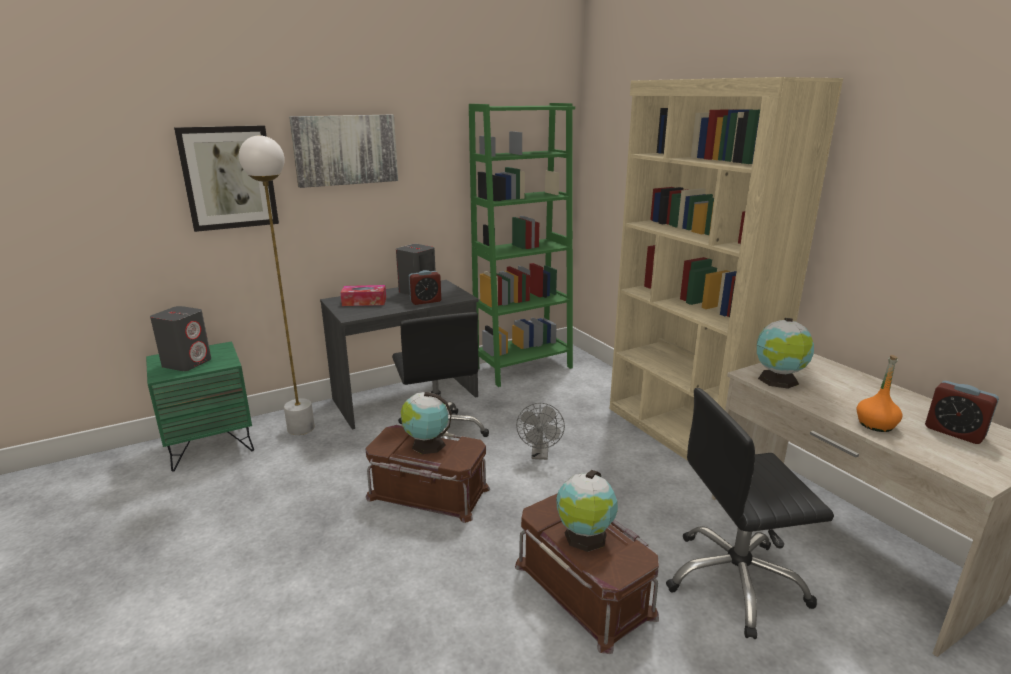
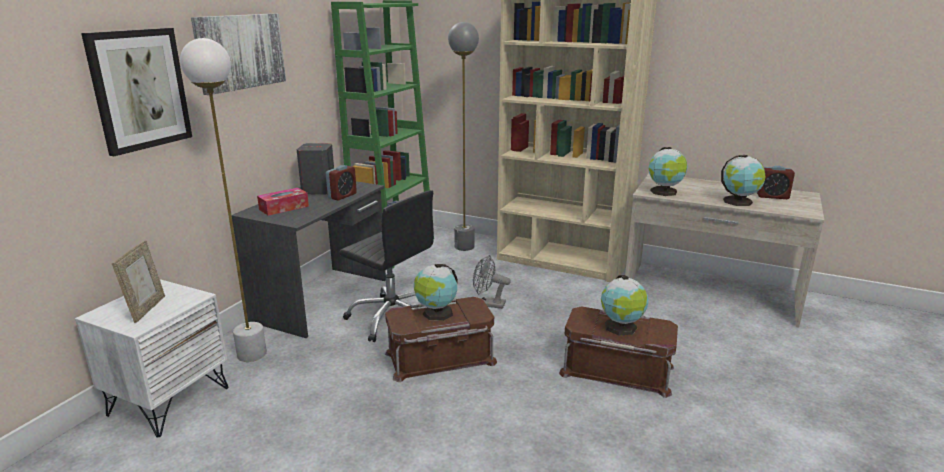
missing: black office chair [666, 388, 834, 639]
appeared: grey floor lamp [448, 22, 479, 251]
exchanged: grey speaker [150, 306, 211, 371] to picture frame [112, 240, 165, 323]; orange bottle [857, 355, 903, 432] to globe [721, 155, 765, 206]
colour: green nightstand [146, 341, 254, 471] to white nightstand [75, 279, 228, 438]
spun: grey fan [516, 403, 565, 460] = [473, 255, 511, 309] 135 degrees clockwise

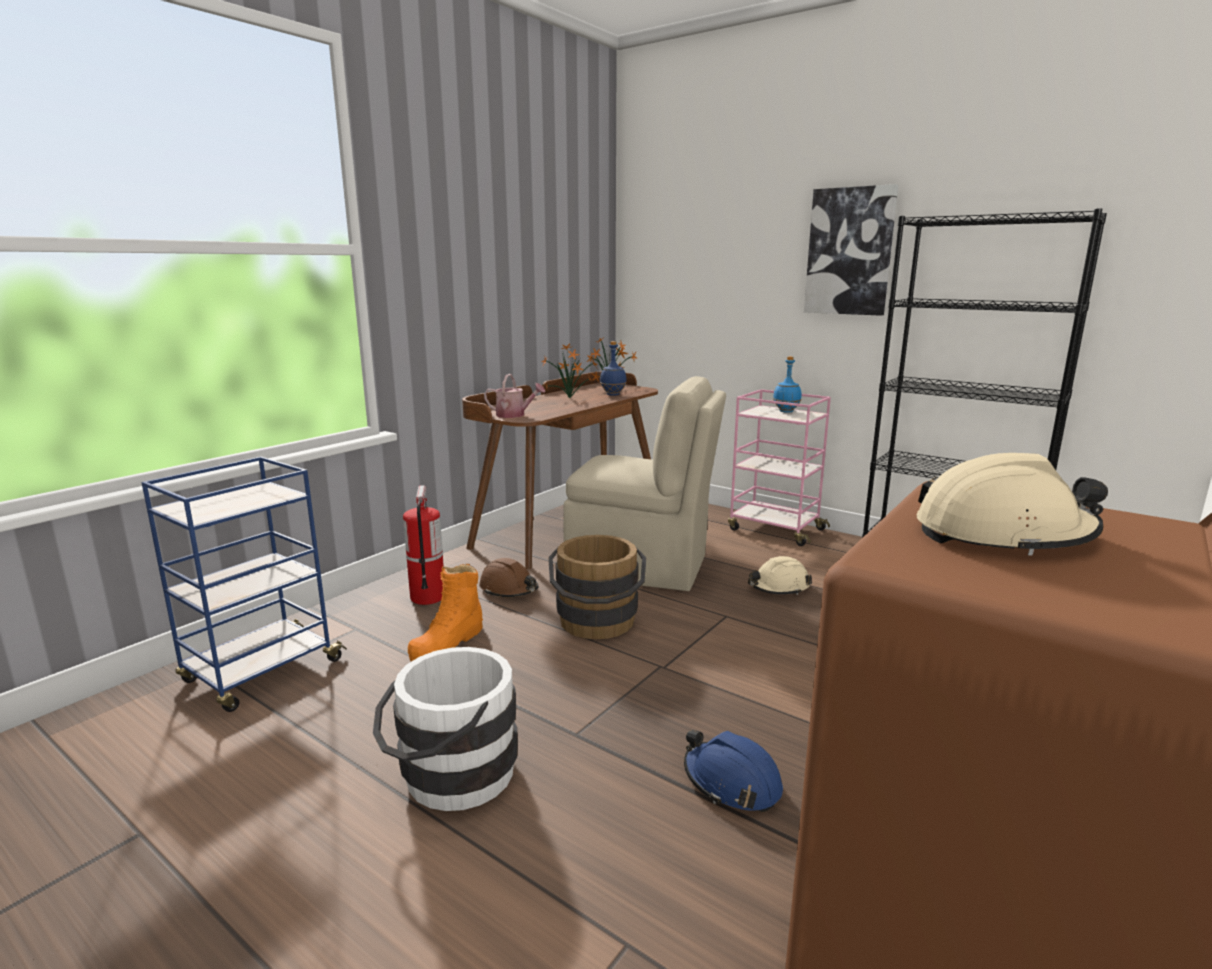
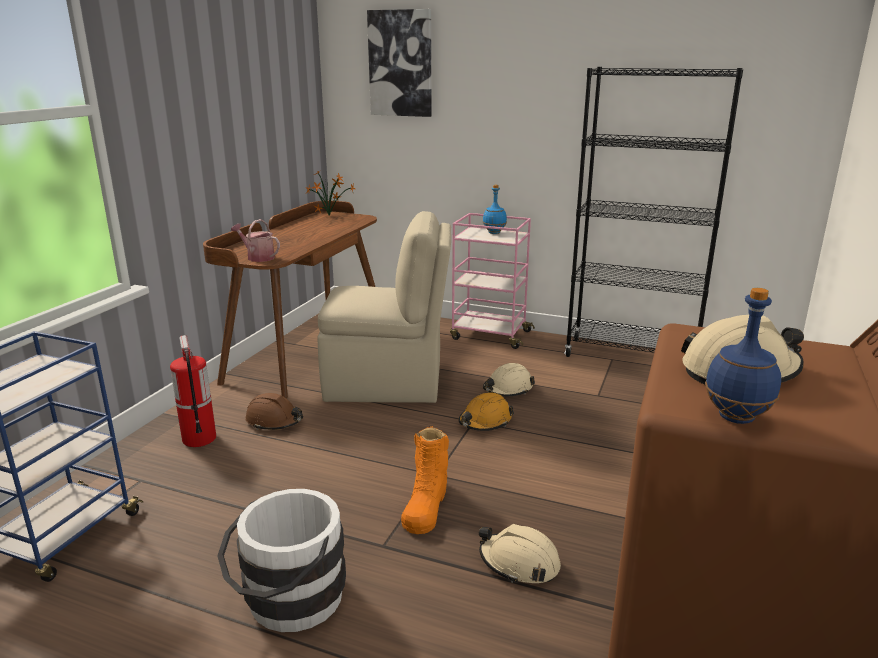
missing: potted plant [541, 344, 598, 398]; brown bucket [548, 535, 646, 639]
appeared: orange hard hat [458, 392, 514, 431]
relocated: orange boot [408, 564, 483, 662] to [401, 426, 449, 534]; blue bottle [600, 341, 627, 396] to [705, 288, 781, 424]; picture [804, 184, 898, 316] to [367, 9, 432, 117]
colour: blue hard hat [684, 730, 783, 812] to beige hard hat [479, 524, 561, 583]
spun: watering can [484, 374, 545, 418] = [231, 219, 280, 262] 150 degrees counterclockwise

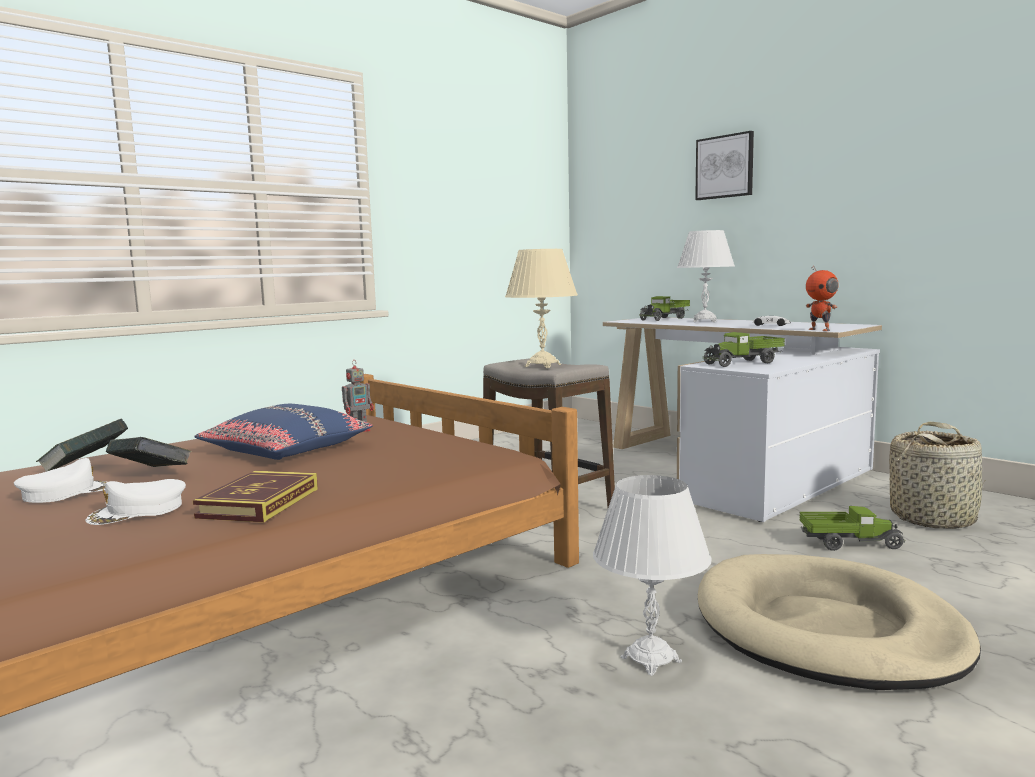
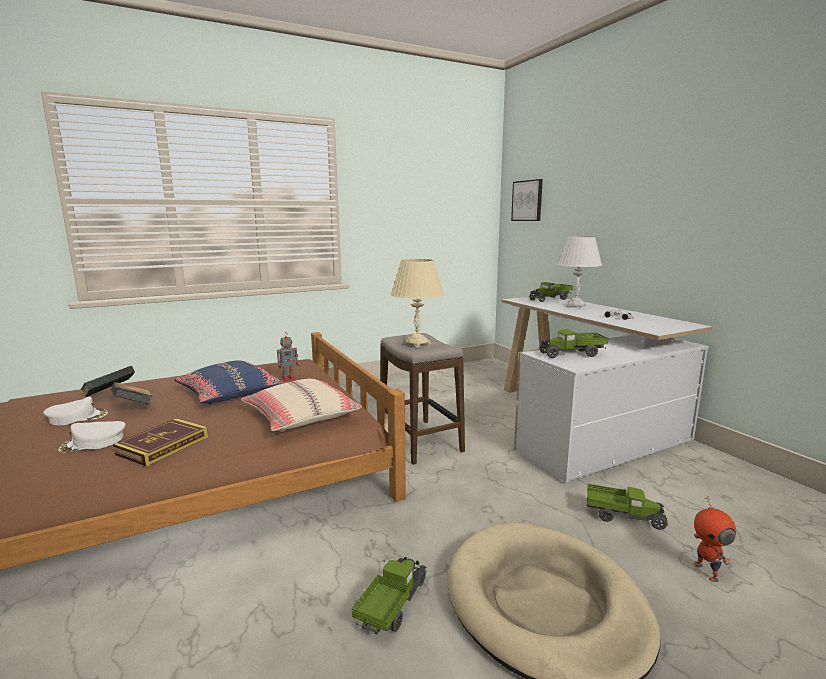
missing: basket [889, 422, 985, 529]
appeared: beige pillow [241, 379, 362, 432]
relocated: picture [695, 131, 754, 200] to [511, 179, 543, 221]; toy robot [806, 265, 839, 331] to [694, 496, 736, 582]
exchanged: white table lamp [593, 475, 712, 676] to toy truck [352, 557, 427, 635]

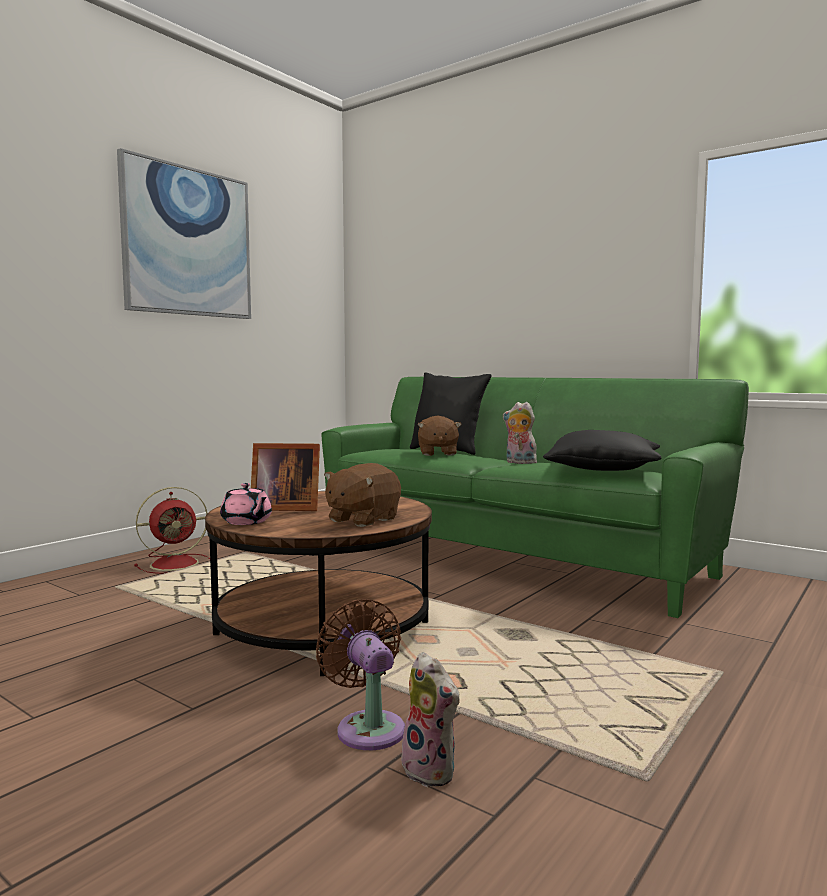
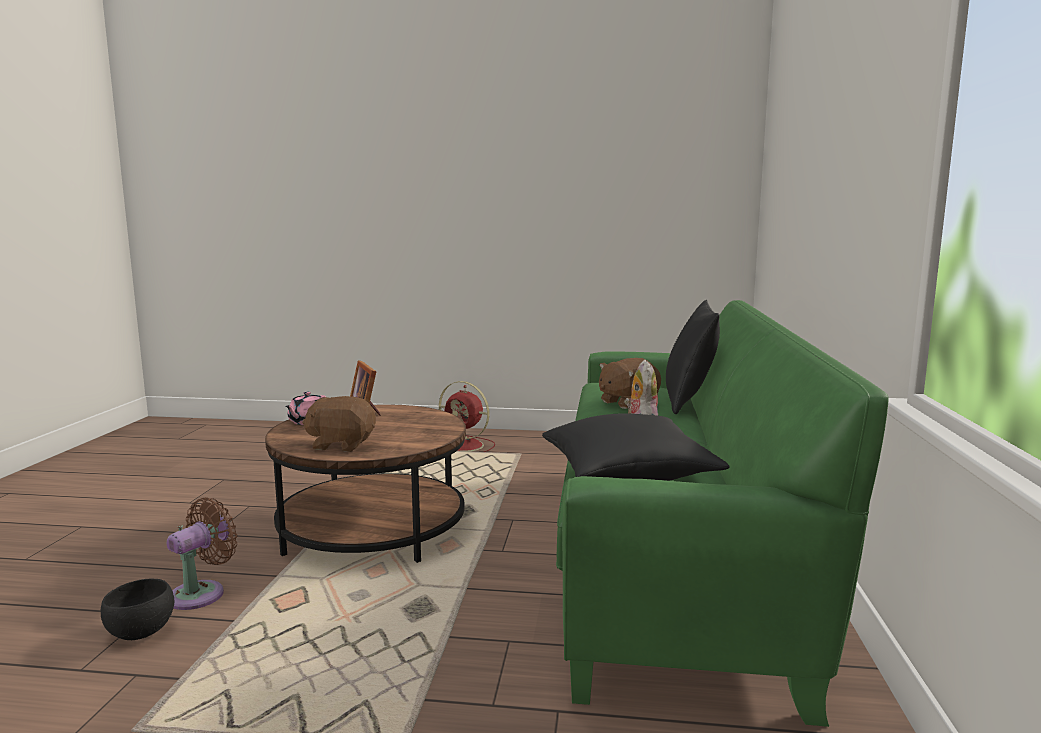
missing: picture [117, 148, 251, 319]
exchanged: plush toy [401, 652, 460, 787] to black bowl [101, 579, 174, 640]

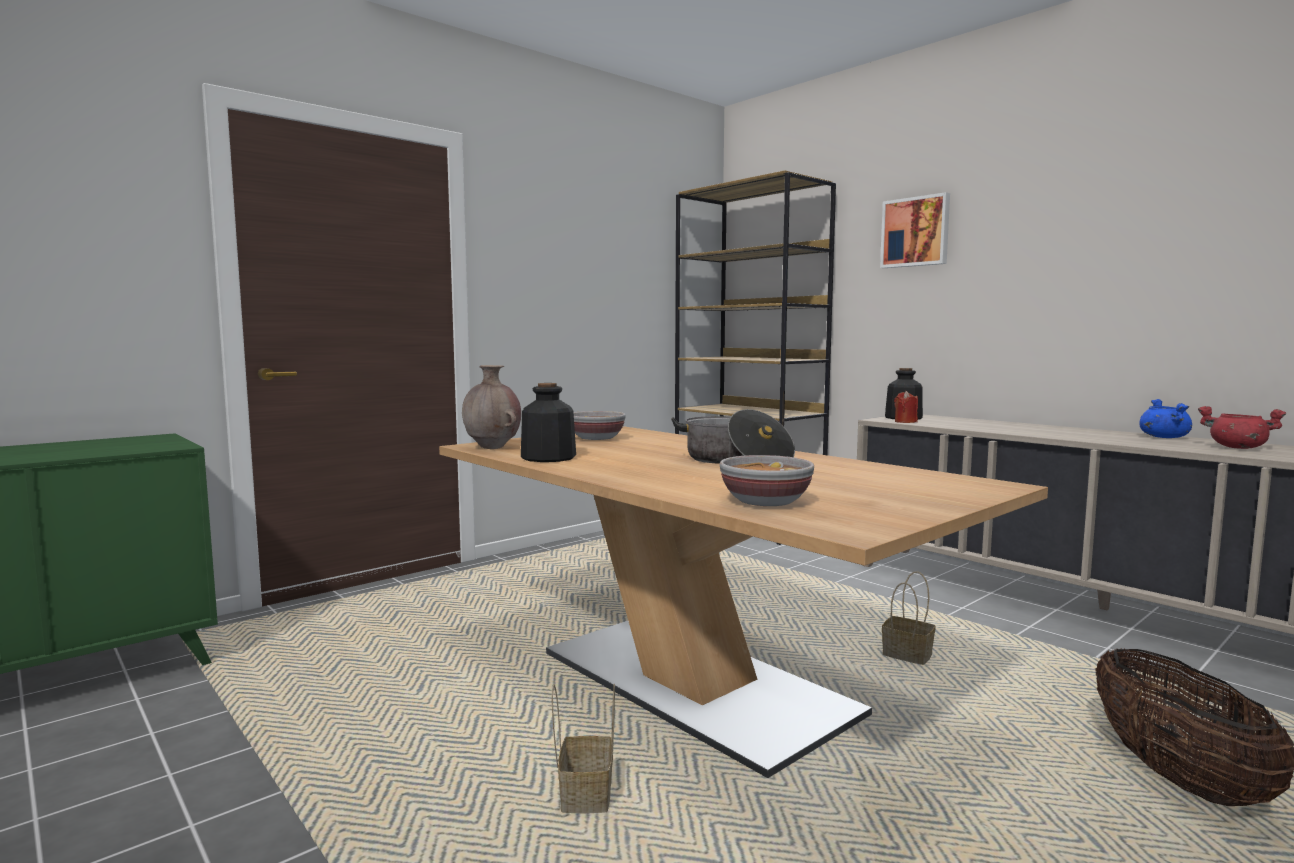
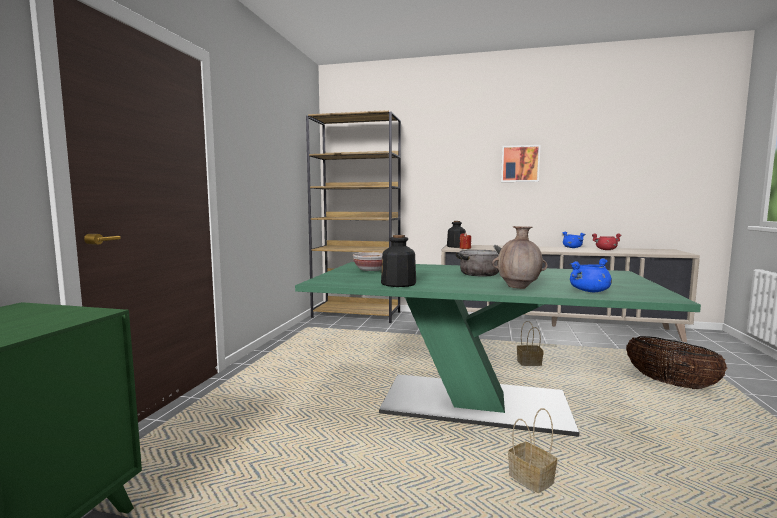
relocated: brown vase [462, 365, 521, 449] to [492, 226, 548, 289]; picture [880, 192, 950, 268] to [501, 145, 540, 182]
exchanged: bowl [720, 455, 814, 506] to blue cooking pot [570, 258, 612, 292]
colour: beige dining table [439, 427, 1048, 778] to green dining table [295, 262, 701, 437]

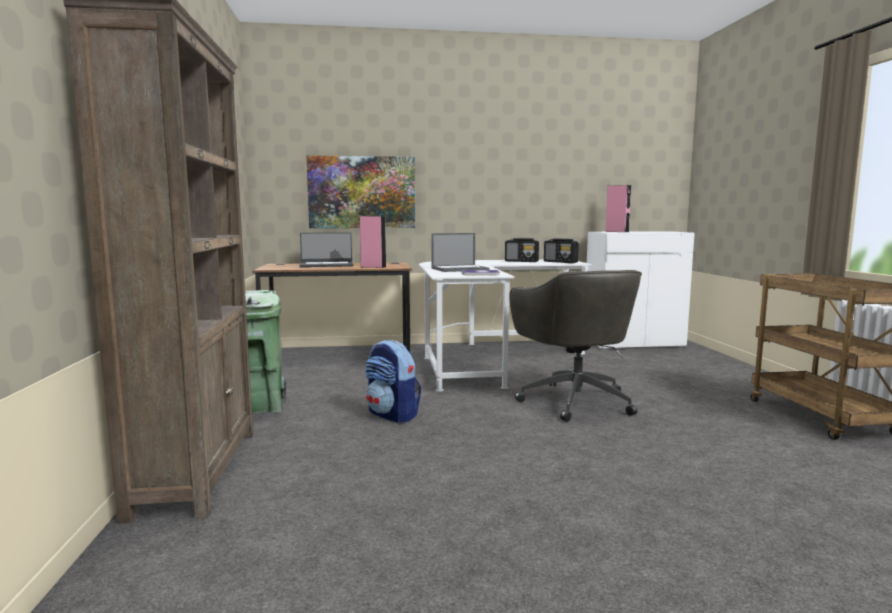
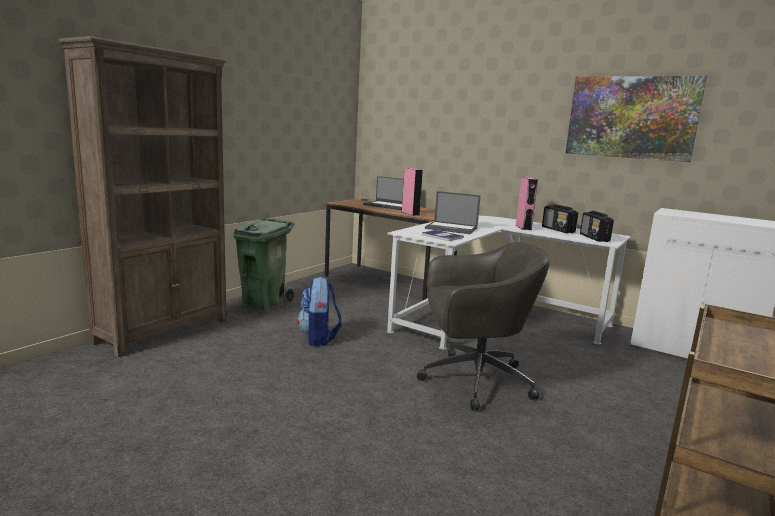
relocated: picture [306, 155, 415, 228] to [566, 76, 707, 162]; pink speaker [606, 185, 631, 232] to [516, 177, 538, 230]
spun: grey office chair [509, 270, 642, 421] = [417, 242, 550, 410] 120 degrees counterclockwise

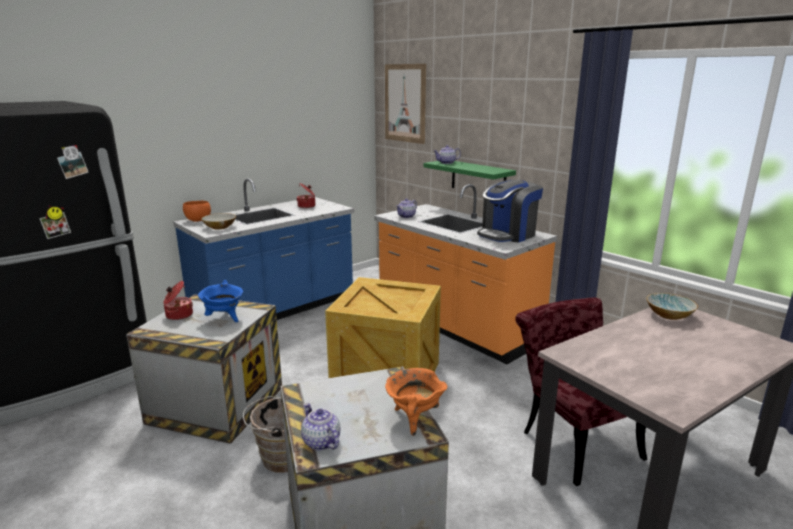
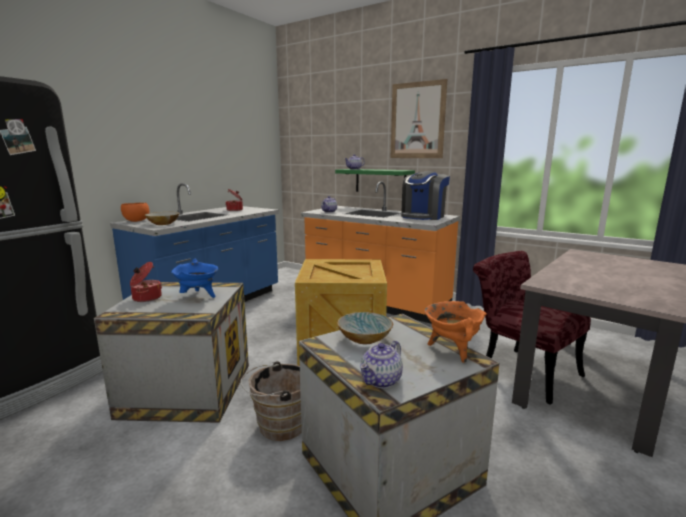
relocated: picture [385, 64, 426, 144] to [391, 79, 447, 158]; bowl [646, 293, 698, 320] to [337, 312, 393, 344]
spun: teapot [301, 403, 341, 451] = [360, 341, 403, 388] 90 degrees counterclockwise

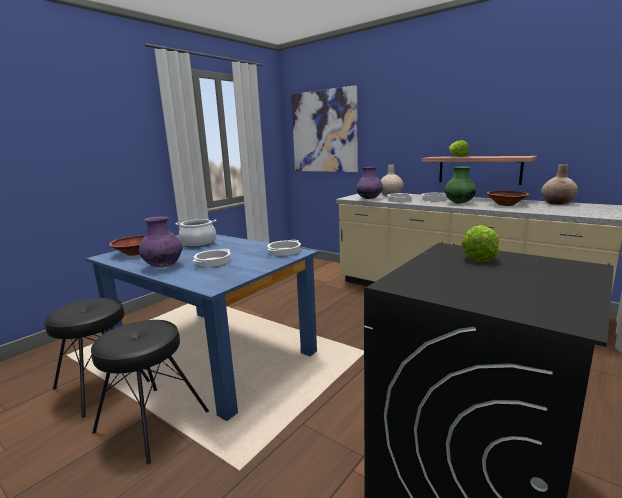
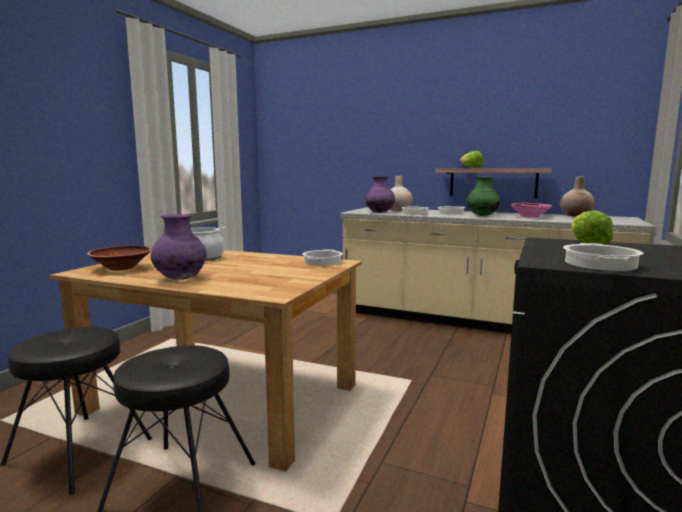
missing: picture [291, 85, 358, 172]
relocated: cooking pot [193, 249, 231, 267] to [563, 243, 644, 271]
colour: blue dining table [86, 234, 319, 421] to brown dining table [49, 250, 362, 472]; brown bowl [487, 190, 529, 206] to pink bowl [511, 203, 553, 218]

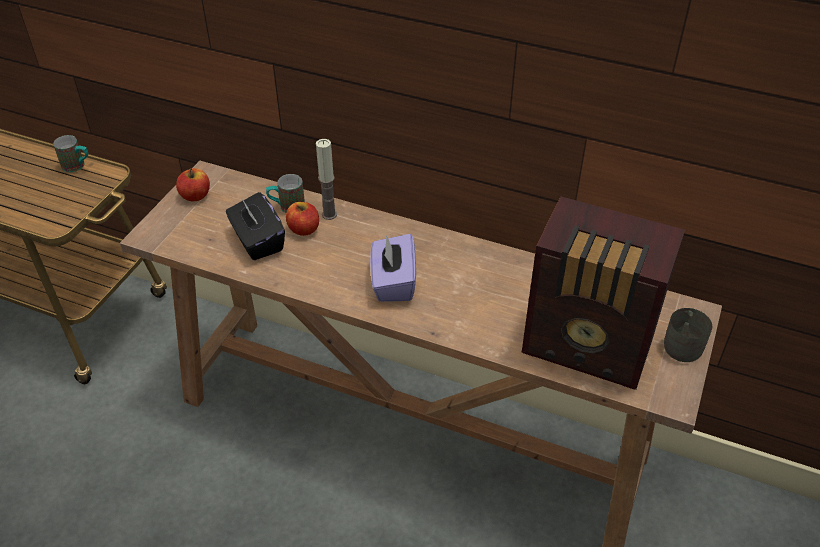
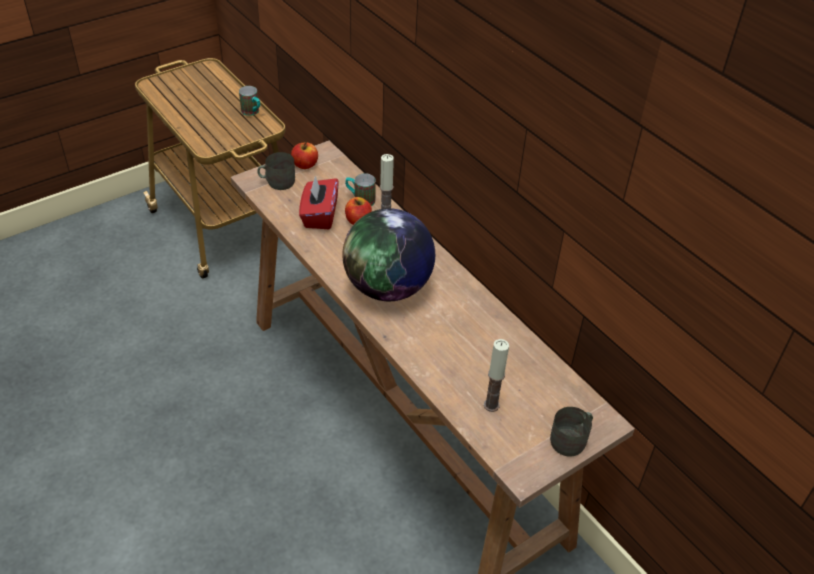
appeared: grey mug [257, 152, 295, 190]
exchanged: purple tissue box [370, 234, 416, 302] to globe [342, 208, 435, 301]; radio [522, 196, 685, 390] to candle [484, 339, 509, 412]
colour: black tissue box [226, 192, 285, 260] to red tissue box [299, 176, 339, 229]

